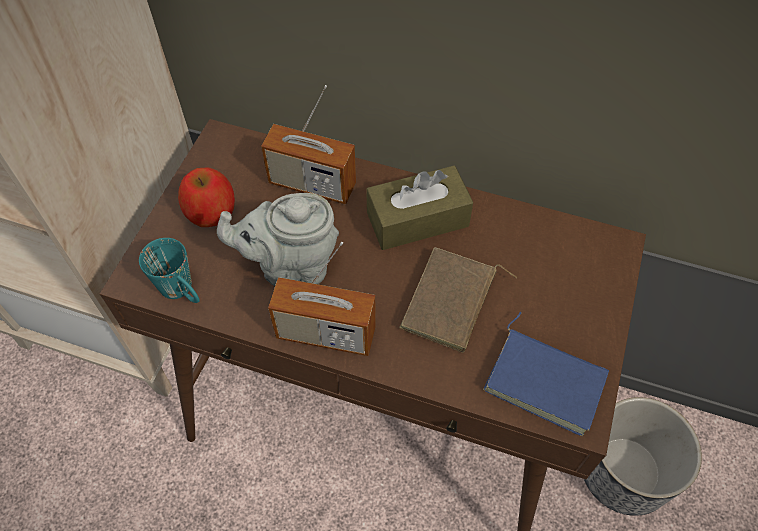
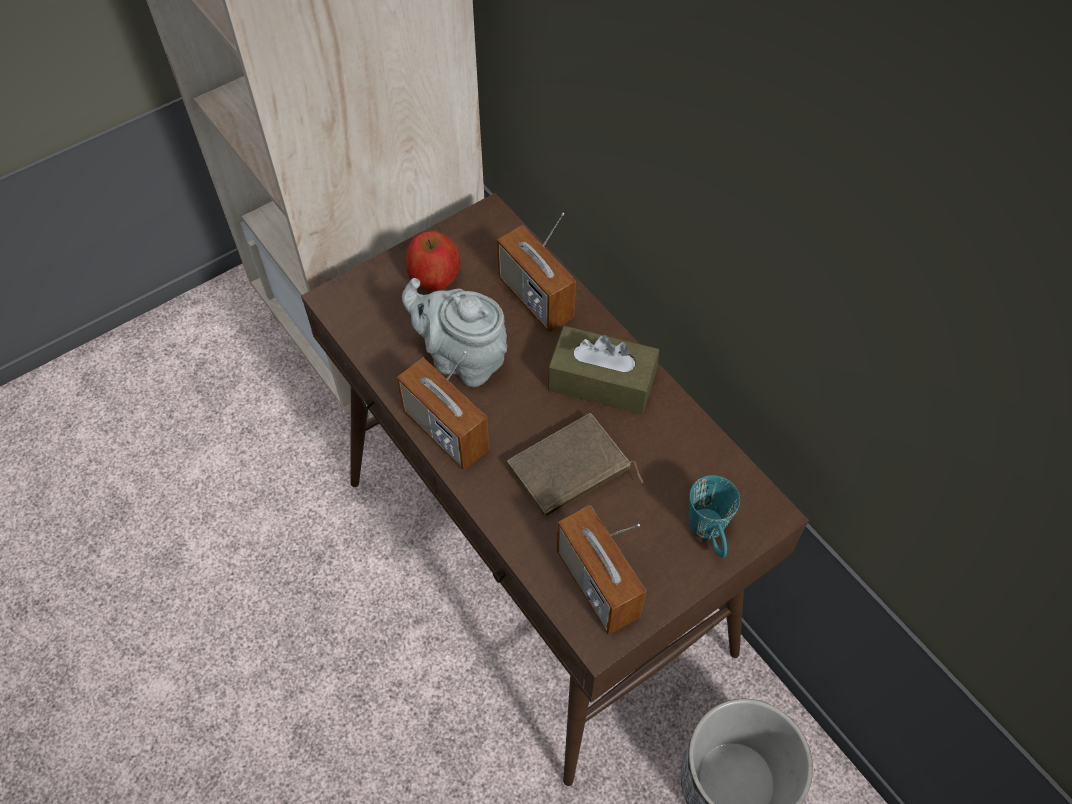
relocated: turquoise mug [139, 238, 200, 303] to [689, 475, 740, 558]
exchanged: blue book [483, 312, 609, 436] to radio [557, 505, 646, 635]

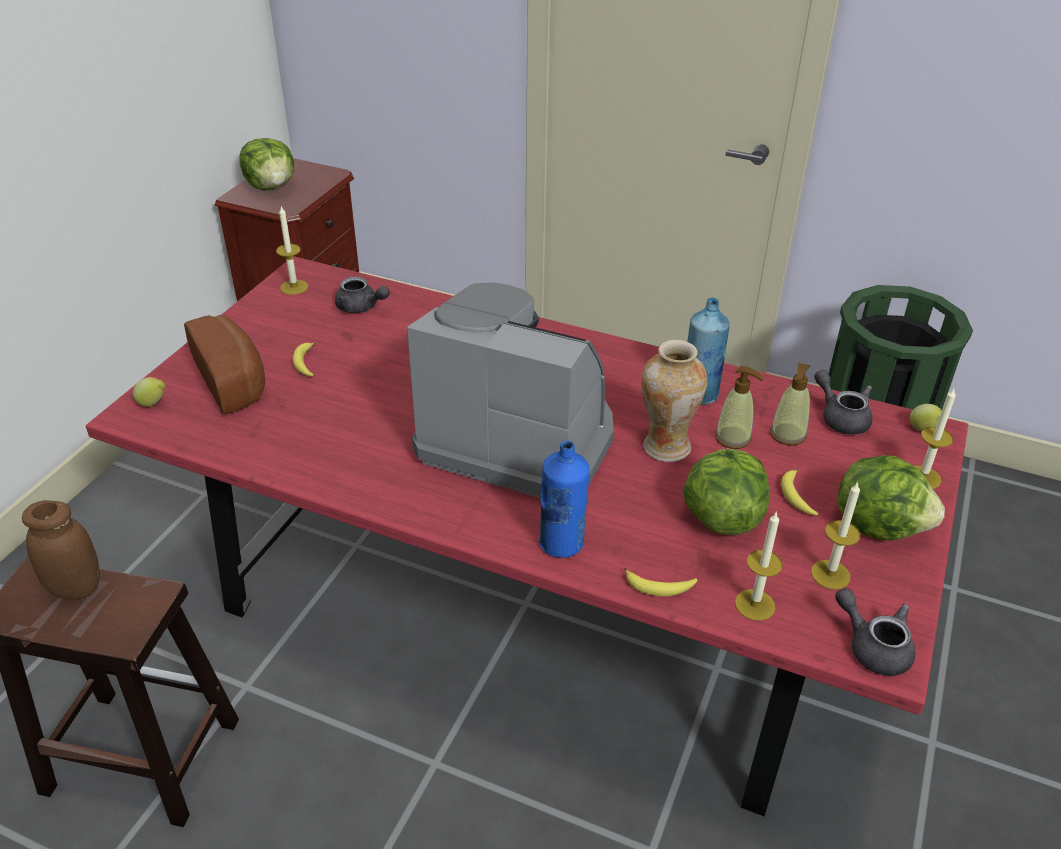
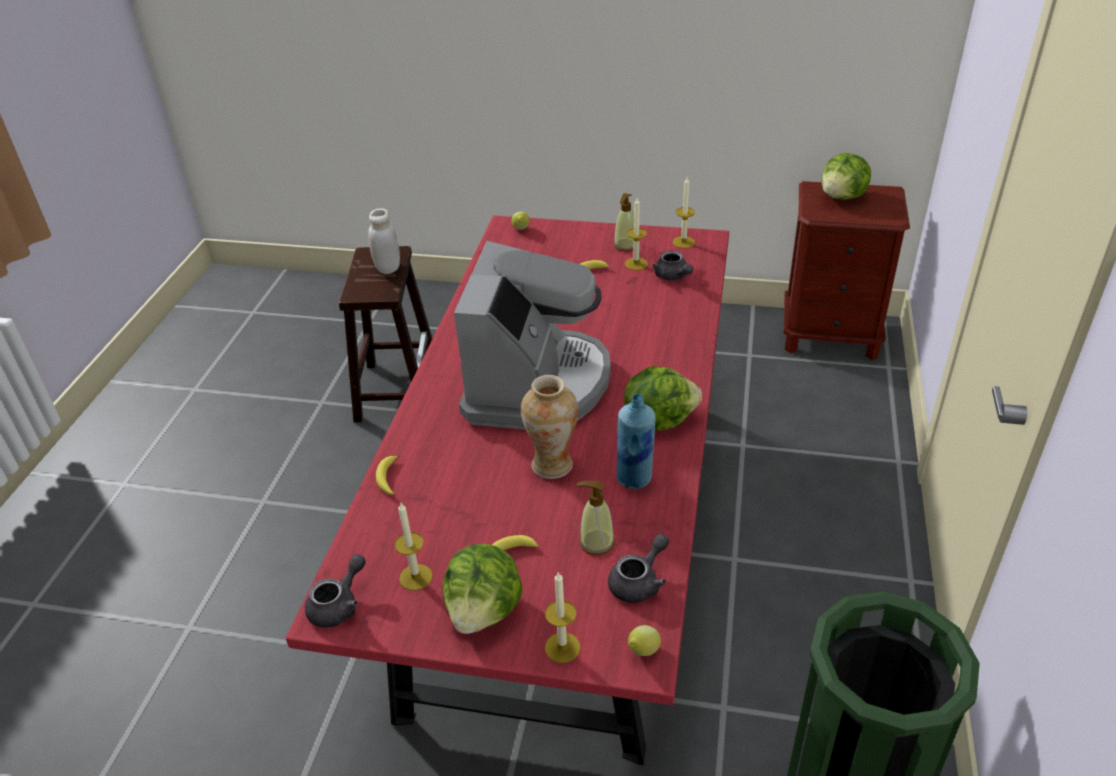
missing: bread [184, 315, 266, 414]; blue bottle [538, 441, 590, 558]
relocated: lettuce [683, 449, 770, 535] to [624, 366, 702, 431]; soap dispenser [715, 366, 764, 449] to [614, 193, 634, 252]; candle [735, 511, 783, 621] to [625, 198, 648, 270]
colour: brown jar [22, 500, 100, 600] to white jar [368, 209, 400, 274]
spun: grey teapot [335, 277, 390, 313] = [652, 251, 693, 281] 45 degrees counterclockwise

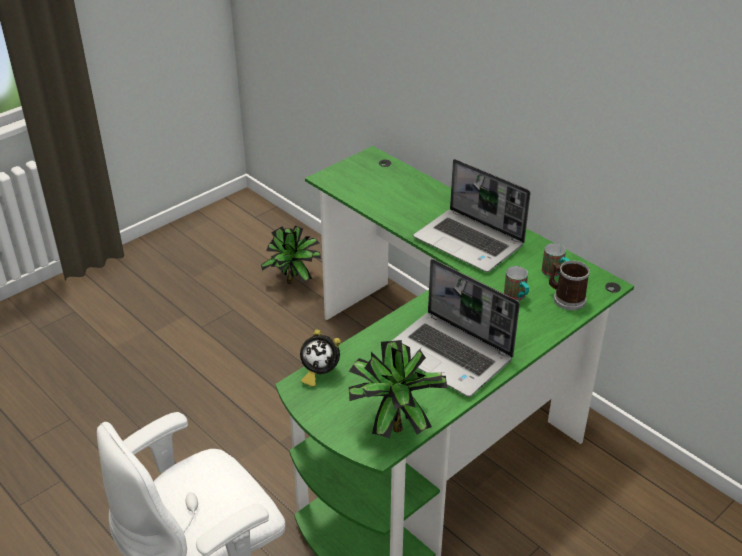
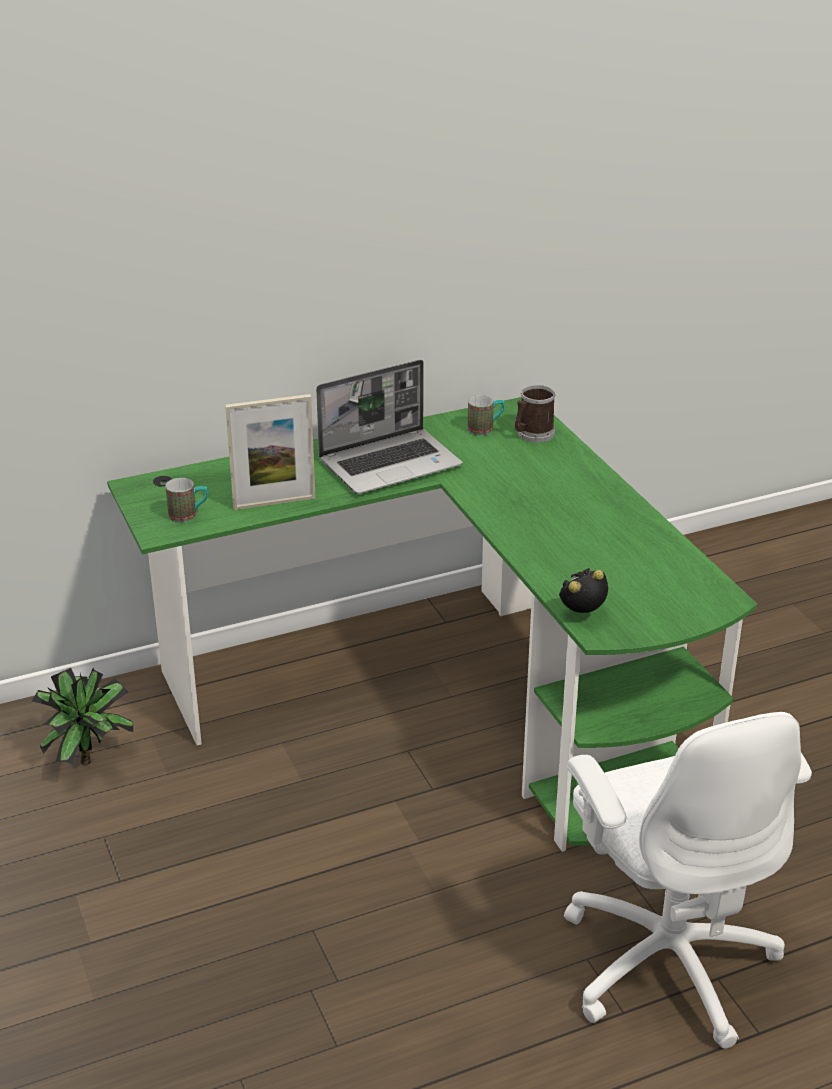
missing: potted plant [348, 340, 447, 439]; laptop [392, 259, 520, 397]
appeared: picture frame [225, 394, 316, 510]
relocated: mug [504, 266, 529, 301] to [165, 478, 208, 523]
spun: alarm clock [300, 329, 341, 387] = [559, 568, 608, 613] 150 degrees counterclockwise

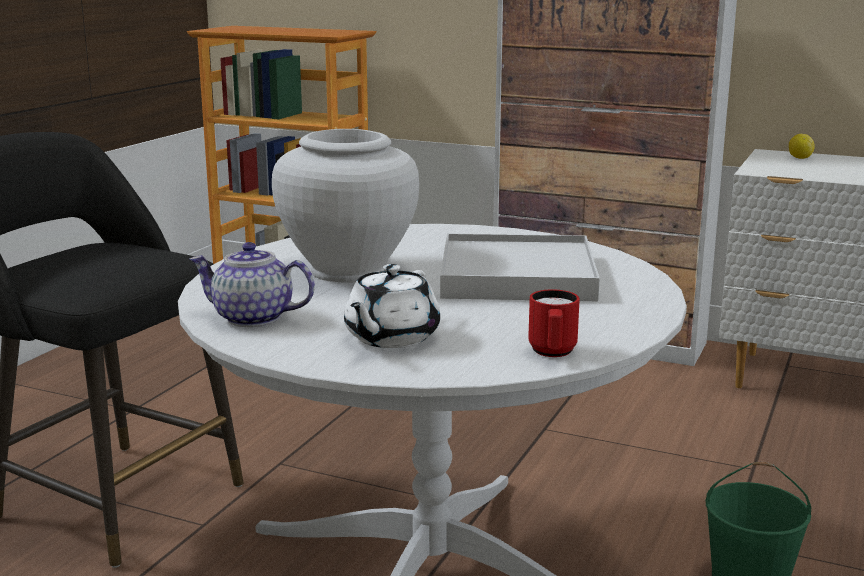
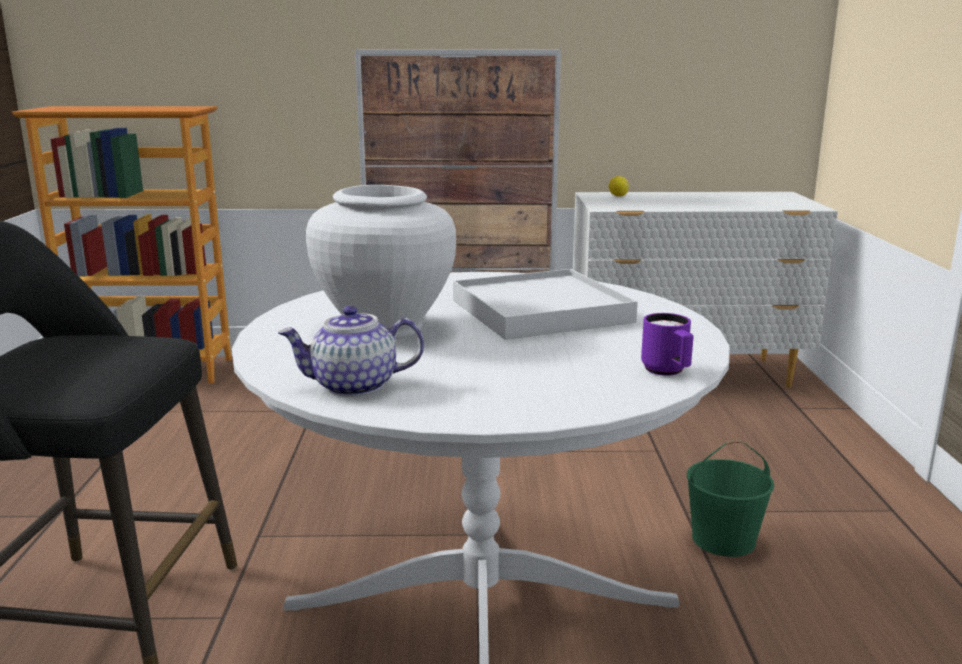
missing: white teapot [344, 264, 440, 348]
colour: red mug [528, 289, 580, 357] to purple mug [641, 313, 694, 376]

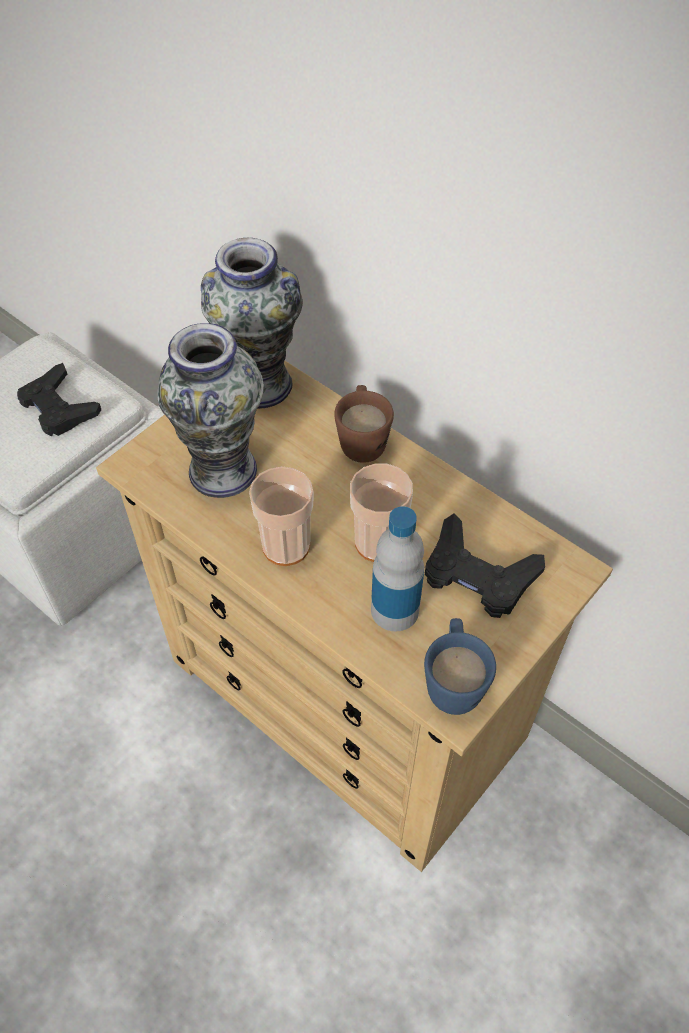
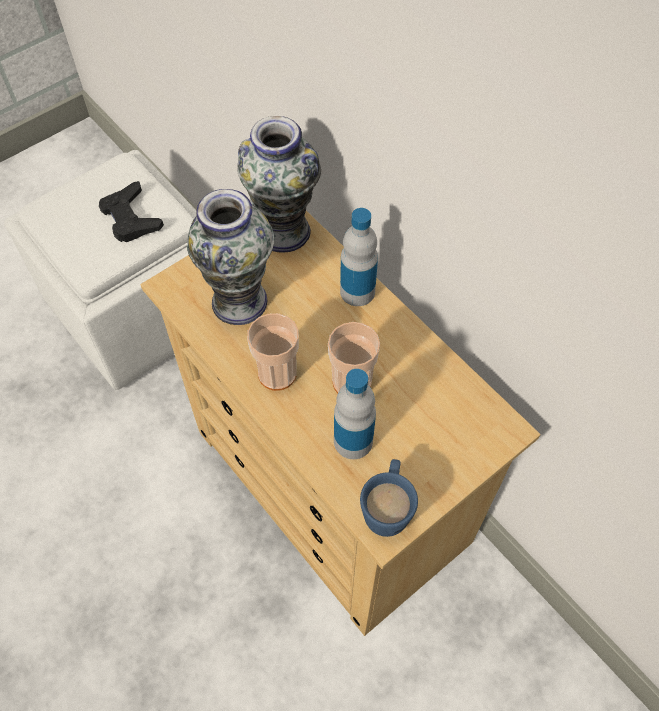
missing: black game controller [425, 514, 545, 618]
exchanged: brown mug [334, 385, 394, 463] to bottle [340, 208, 378, 306]

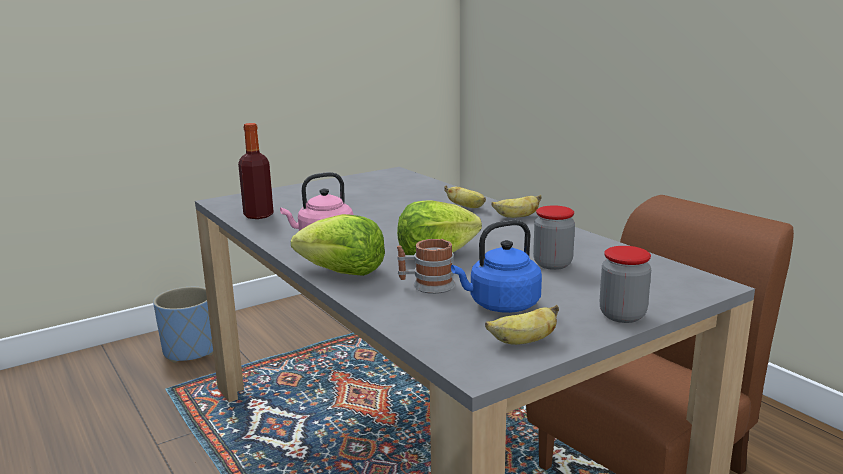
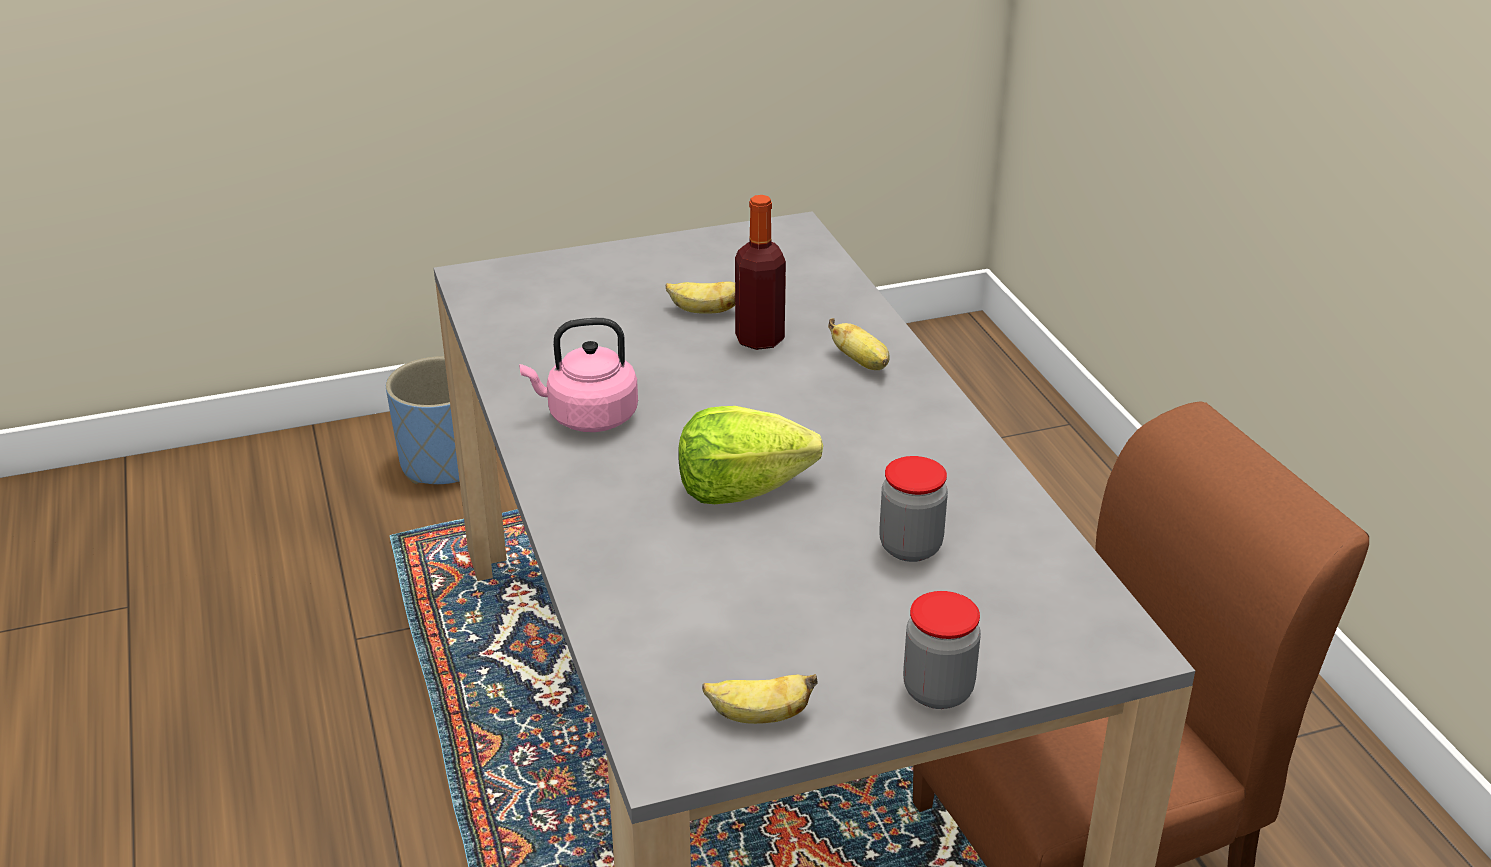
missing: lettuce [291, 214, 385, 276]; mug [397, 239, 455, 294]; blue kettle [451, 220, 542, 313]
relocated: bottle [238, 123, 274, 219] to [735, 195, 786, 350]; banana [491, 195, 542, 218] to [666, 281, 735, 314]

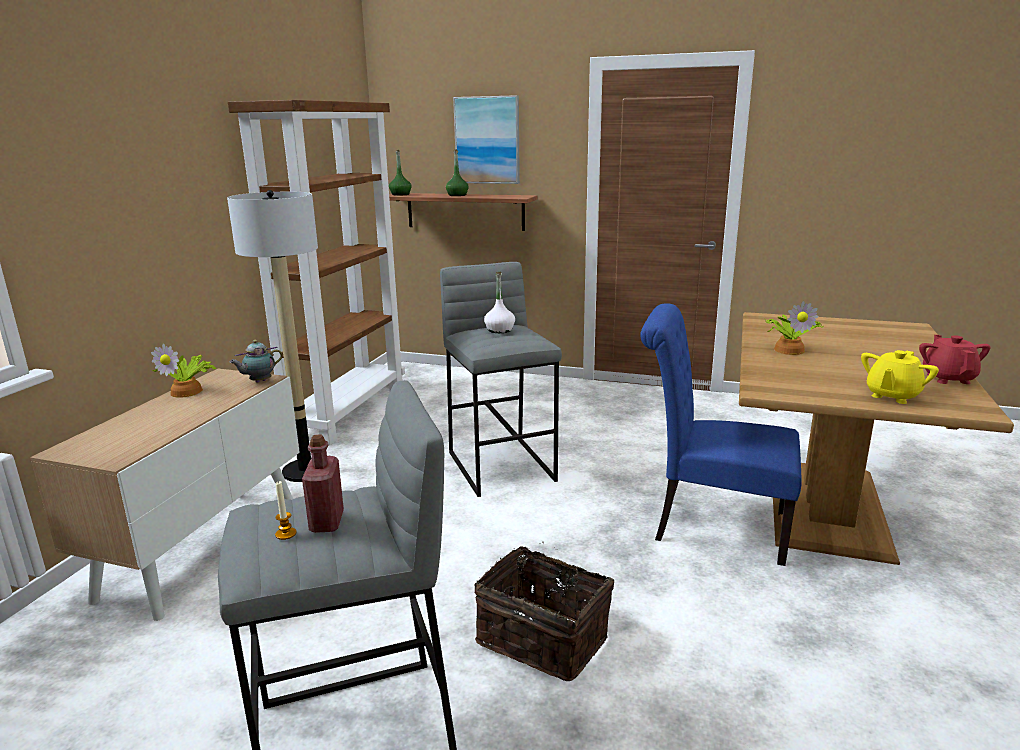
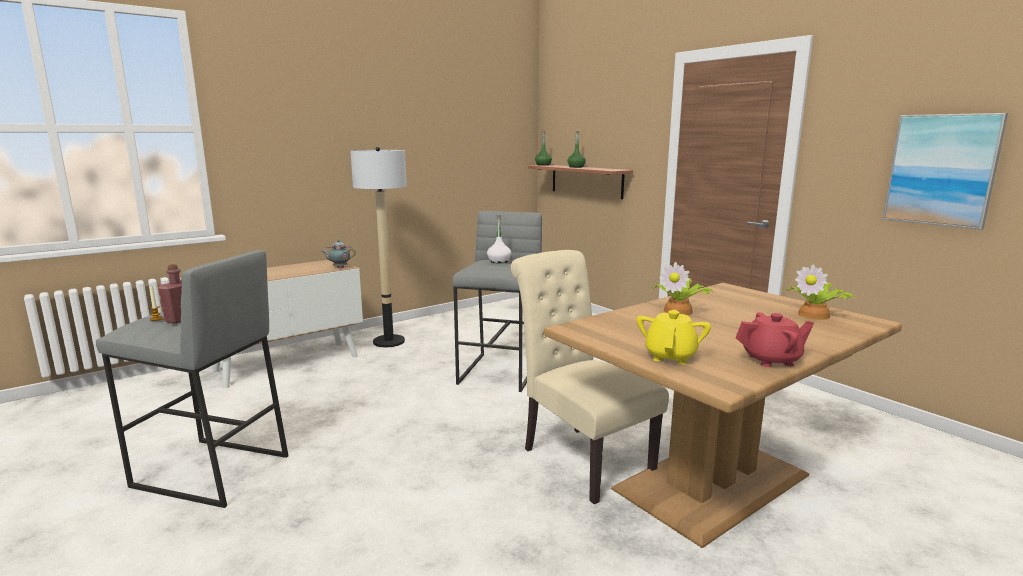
missing: brown bookcase [228, 100, 405, 446]; basket [474, 542, 614, 681]
relocated: potted plant [151, 343, 216, 398] to [786, 264, 855, 320]; picture [453, 95, 520, 184] to [883, 113, 1008, 230]
colour: blue chair [640, 303, 802, 566] to beige chair [511, 250, 669, 504]
spun: yellow teapot [861, 350, 939, 404] = [637, 310, 711, 364] 120 degrees clockwise; red teapot [919, 335, 991, 384] = [736, 312, 814, 367] 45 degrees clockwise

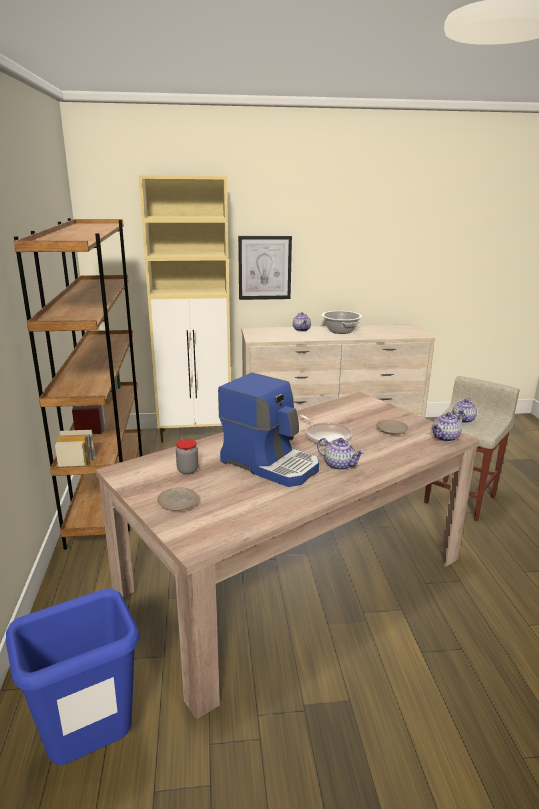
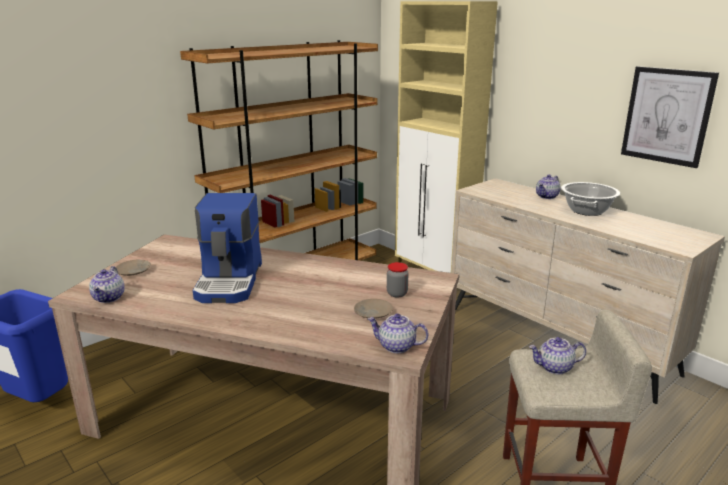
missing: frying pan [300, 415, 353, 446]
relocated: jar [176, 439, 198, 474] to [387, 262, 409, 298]; picture [238, 236, 292, 300] to [621, 66, 719, 168]; teapot [317, 438, 365, 470] to [89, 266, 125, 303]

